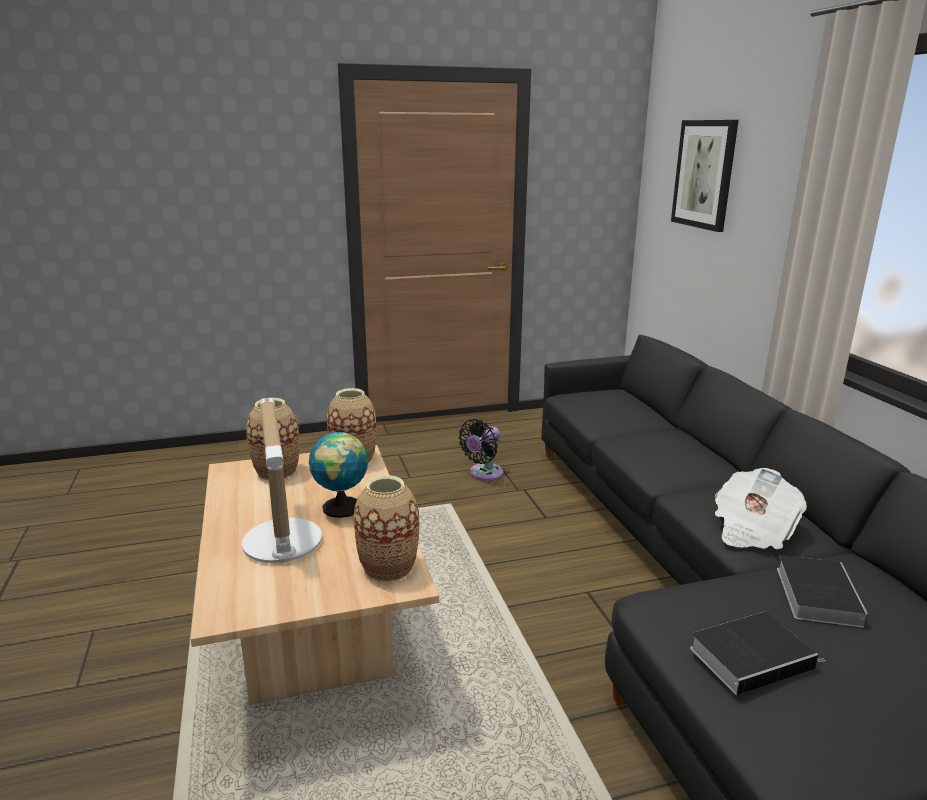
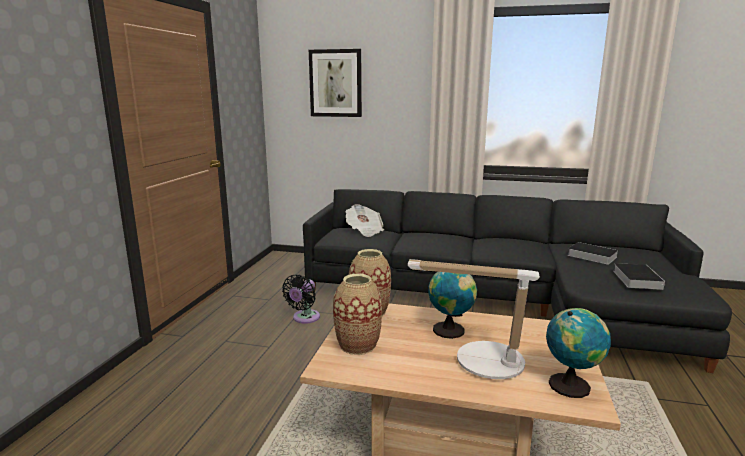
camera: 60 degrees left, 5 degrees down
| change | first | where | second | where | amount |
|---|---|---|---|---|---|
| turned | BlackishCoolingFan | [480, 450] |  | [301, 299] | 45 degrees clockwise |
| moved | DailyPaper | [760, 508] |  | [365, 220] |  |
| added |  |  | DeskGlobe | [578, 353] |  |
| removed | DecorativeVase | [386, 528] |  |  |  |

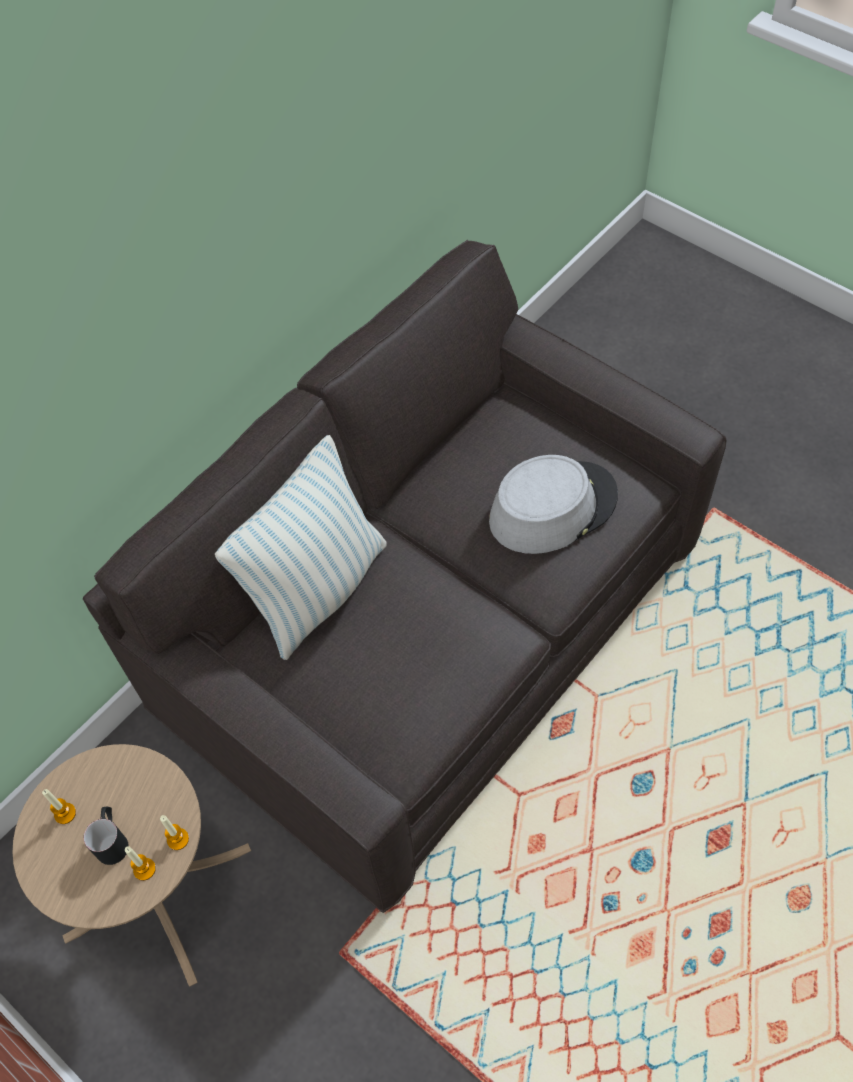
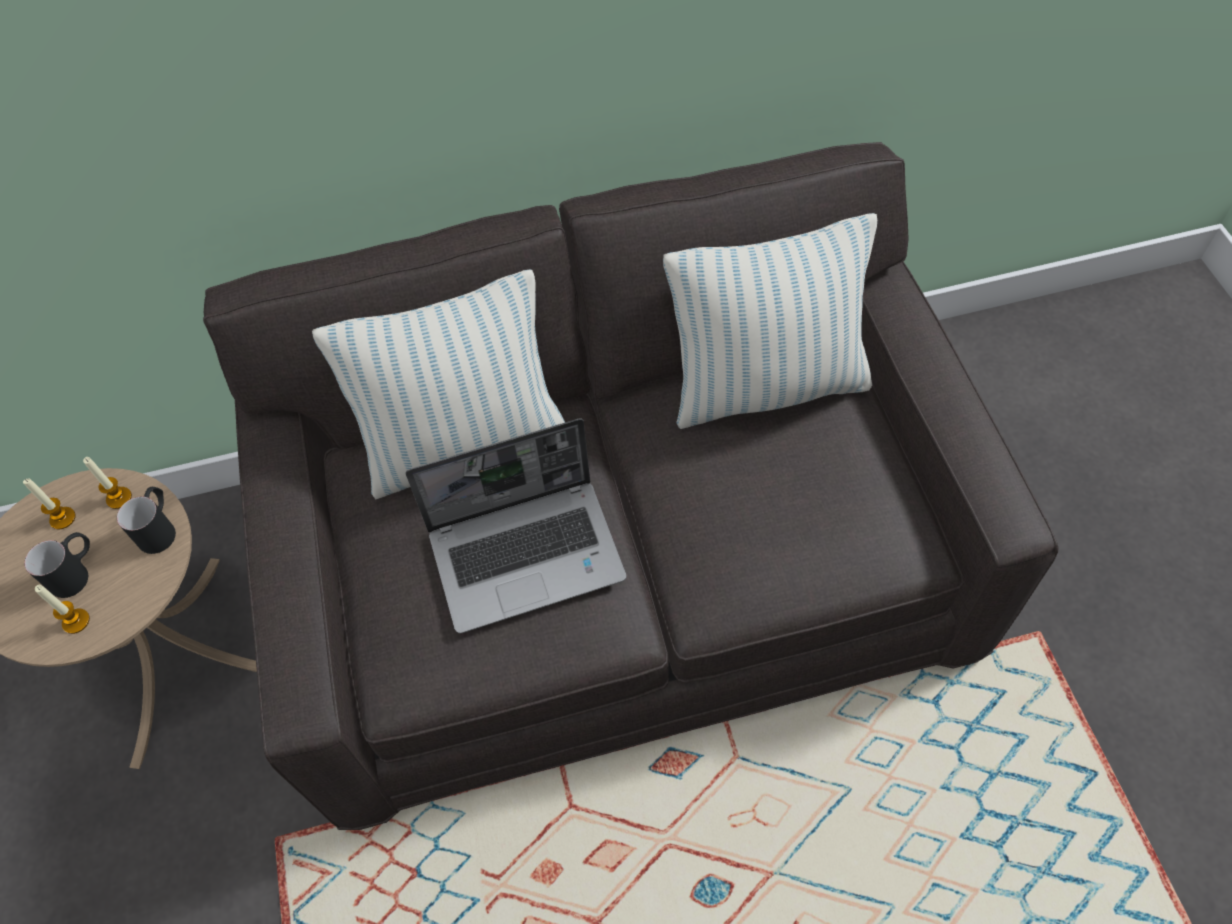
camera: 35 degrees right, 0 degrees up
| change | first | where | second | where | amount |
|---|---|---|---|---|---|
| moved | WaxCandle | [174, 832] |  | [107, 483] |  |
| added |  |  | BlackishMug | [146, 520] |  |
| added |  |  | NotebookComputer | [516, 526] |  |
| added |  |  | ThrowPillow | [770, 321] |  |
| removed | GreyishClothingHat | [553, 504] |  |  |  |

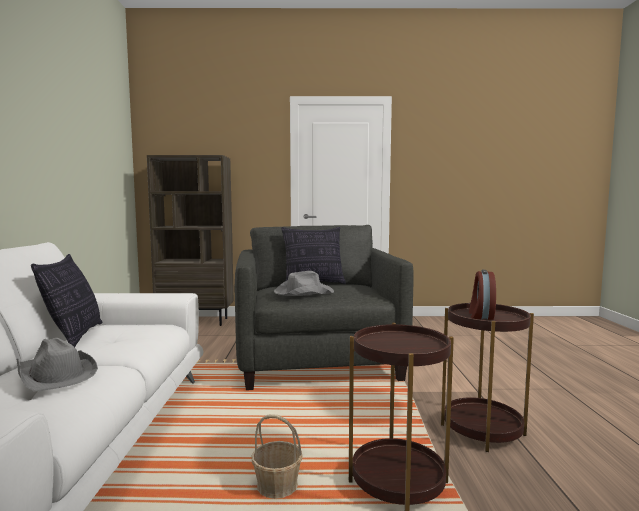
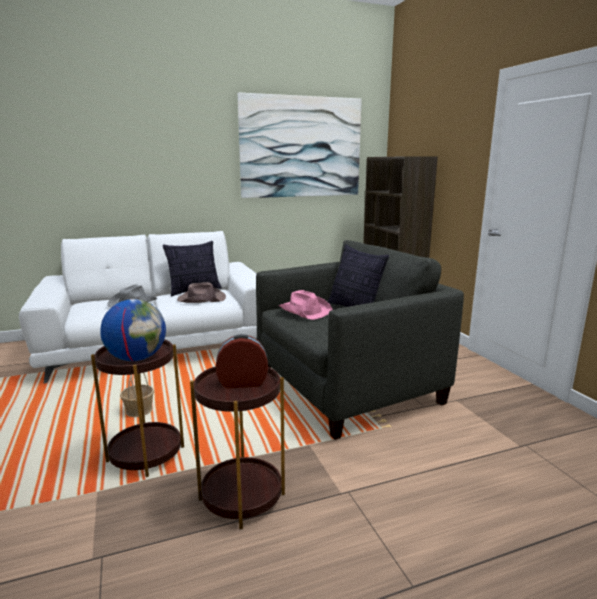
camera: 70 degrees right, 10 degrees up
| change | first | where | second | where | amount |
|---|---|---|---|---|---|
| added |  |  | DeskGlobe | [133, 330] |  |
| added |  |  | BrownClothingHat | [201, 292] |  |
| added |  |  | Picture | [300, 145] |  |
| recoloured | GreyishClothingHat | [304, 283] | PinkColouredClothingHat | [306, 305] |  |

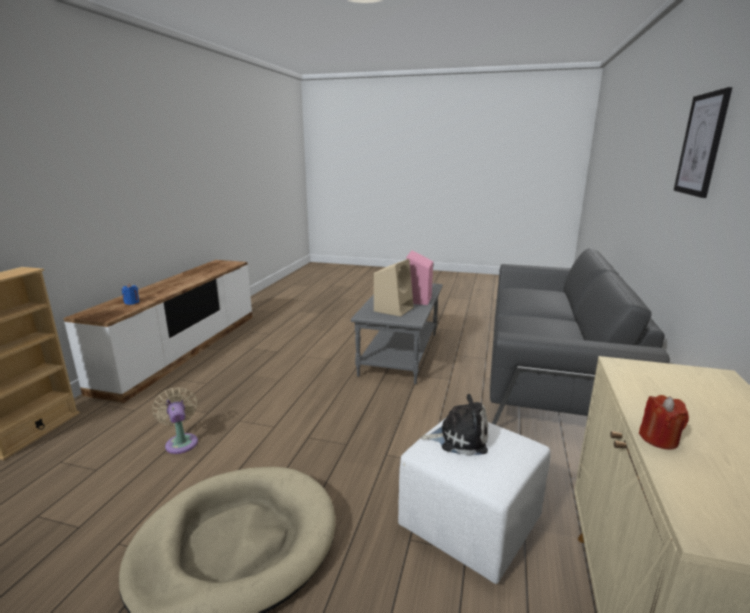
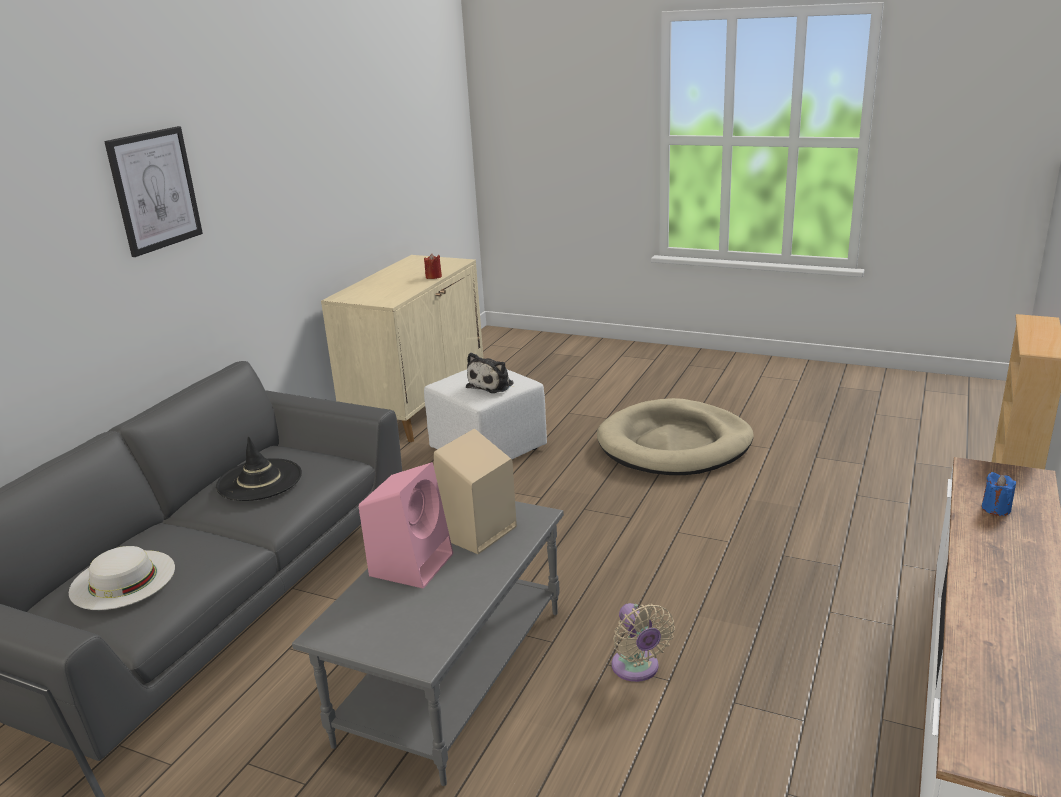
camera: 170 degrees left, 5 degrees up
| change | first | where | second | where | amount |
|---|---|---|---|---|---|
| added |  |  | WhitishClothingHat | [122, 578] |  |
| added |  |  | BlackishClothingHat | [259, 468] |  |
| turned | CuddlyToy | [454, 425] |  | [490, 373] | 75 degrees counterclockwise |
| moved | SandColouredCoolingFan | [175, 420] |  | [643, 642] |  |

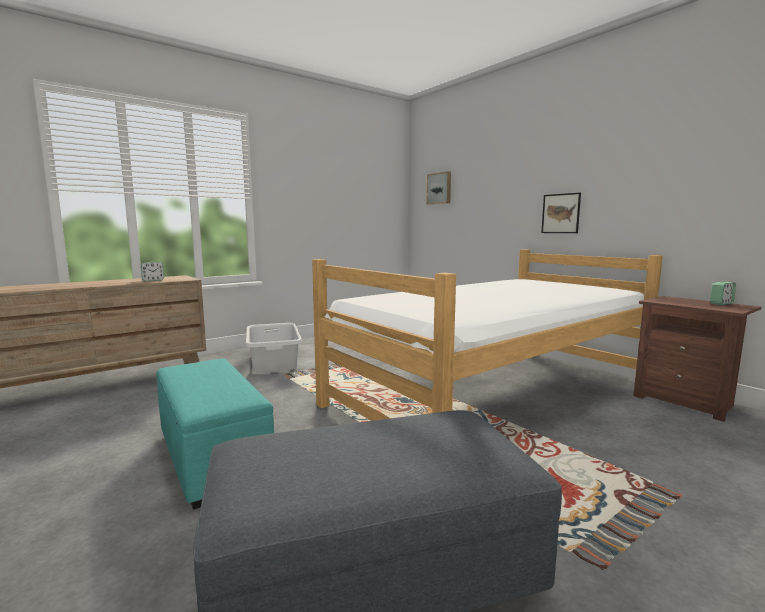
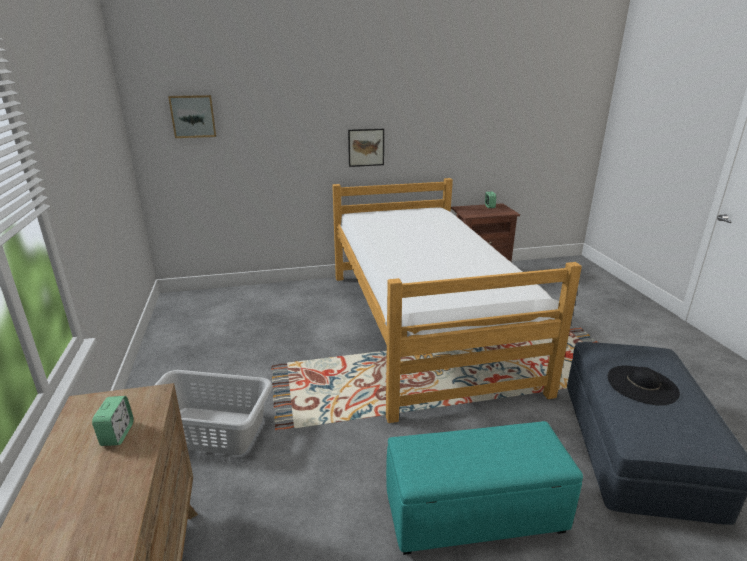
camera: 65 degrees left, 15 degrees up
| change | first | where | second | where | amount |
|---|---|---|---|---|---|
| added |  |  | BlackishClothingHat | [644, 385] |  |

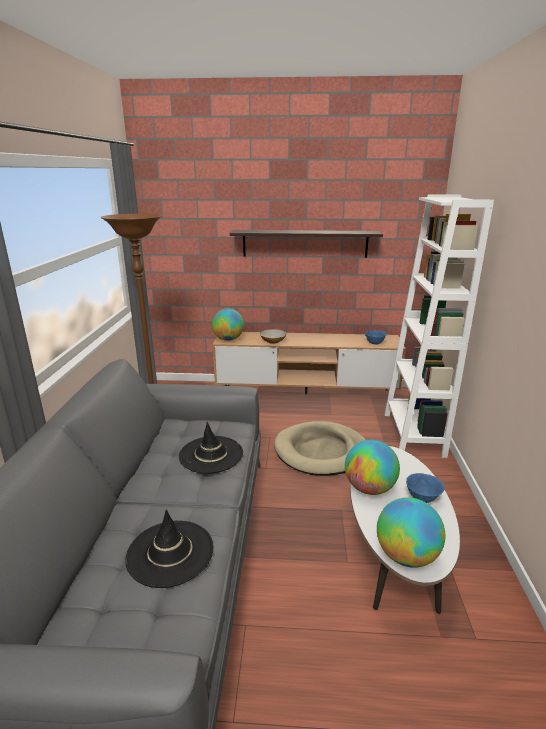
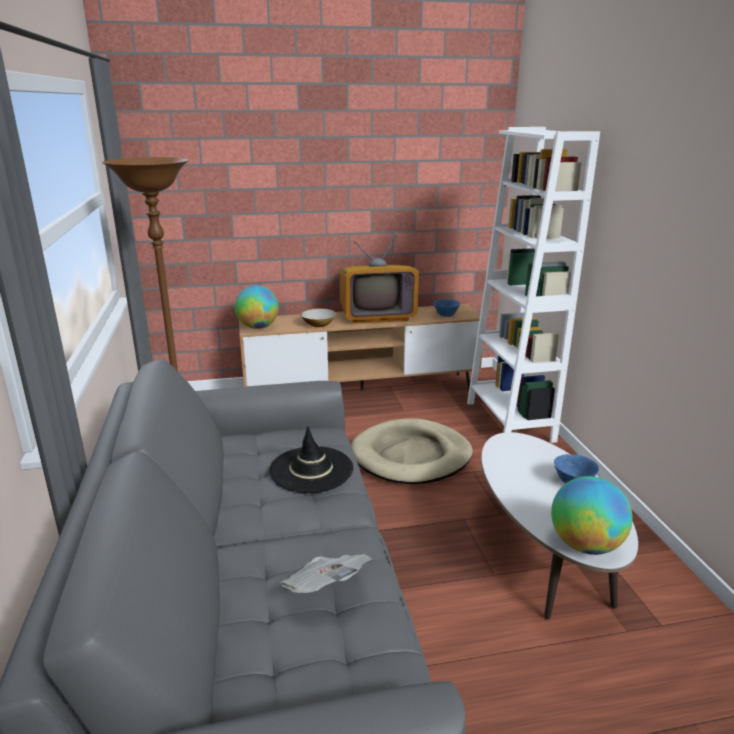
camera: 15 degrees left, 0 degrees up
| change | first | where | second | where | amount |
|---|---|---|---|---|---|
| replaced | BlackishClothingHat | [169, 548] | DailyPaper | [326, 573] |  |
| added |  |  | Tv | [379, 279] |  |
| removed | WallShelf | [306, 244] |  |  |  |
| removed | DeskGlobe | [372, 467] |  |  |  |

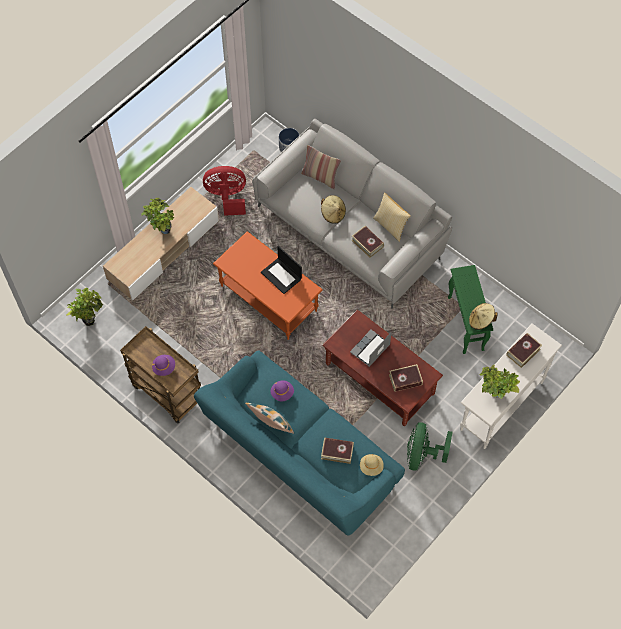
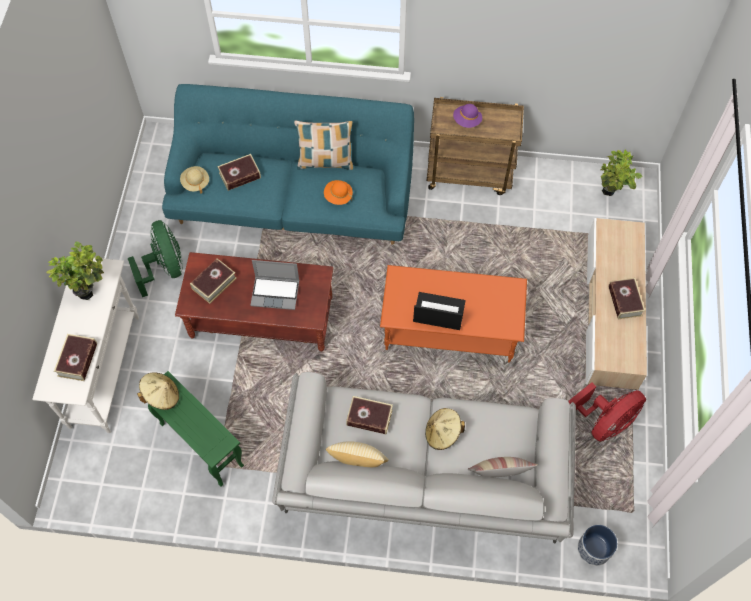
camera: 145 degrees right, 0 degrees up
| change | first | where | second | where | amount |
|---|---|---|---|---|---|
| turned | NotebookComputer | [371, 348] |  | [274, 285] | 90 degrees clockwise |
| recoloured | PurpleClothingHat | [282, 391] | OrangeClothingHat | [338, 192] |  |
| replaced | PlantInAPot | [158, 216] | BoundBook | [626, 298] |  |

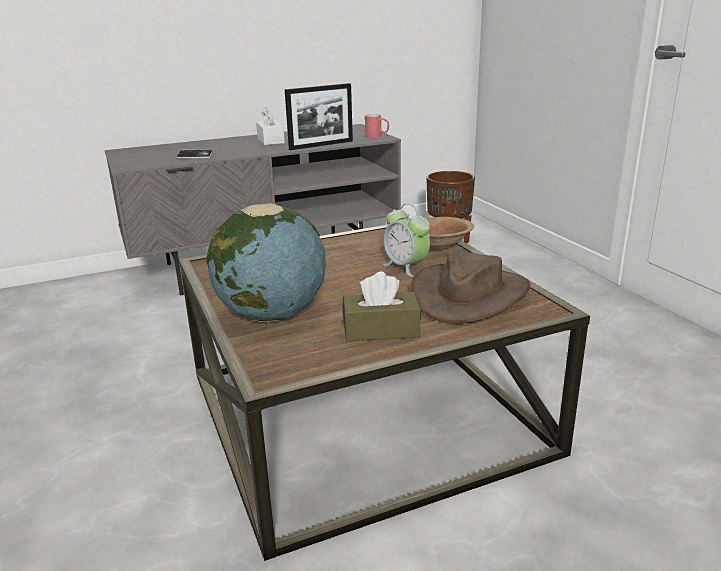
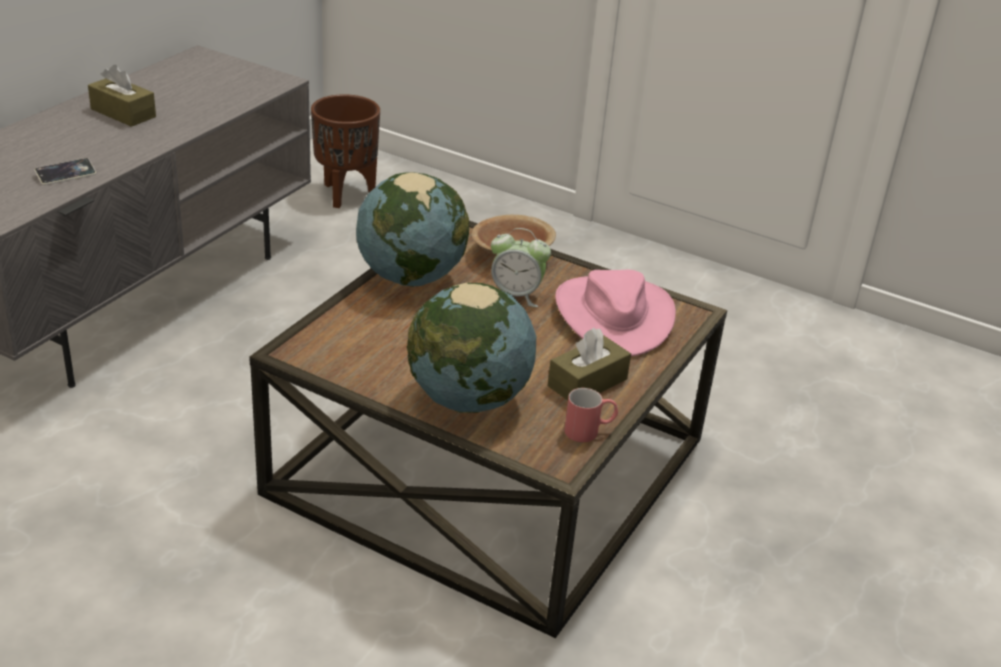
camera: 40 degrees left, 10 degrees up
| change | first | where | second | where | amount |
|---|---|---|---|---|---|
| recoloured | WhitishTissueHolder | [270, 126] | BrownTissueHolder | [122, 96] |  |
| added |  |  | DeskGlobe | [412, 229] |  |
| recoloured | BrownClothingHat | [470, 286] | PinkColouredClothingHat | [615, 313] |  |
| moved | RedColouredMug | [377, 126] |  | [591, 415] |  |
| removed | StandingFrame | [319, 116] |  |  |  |

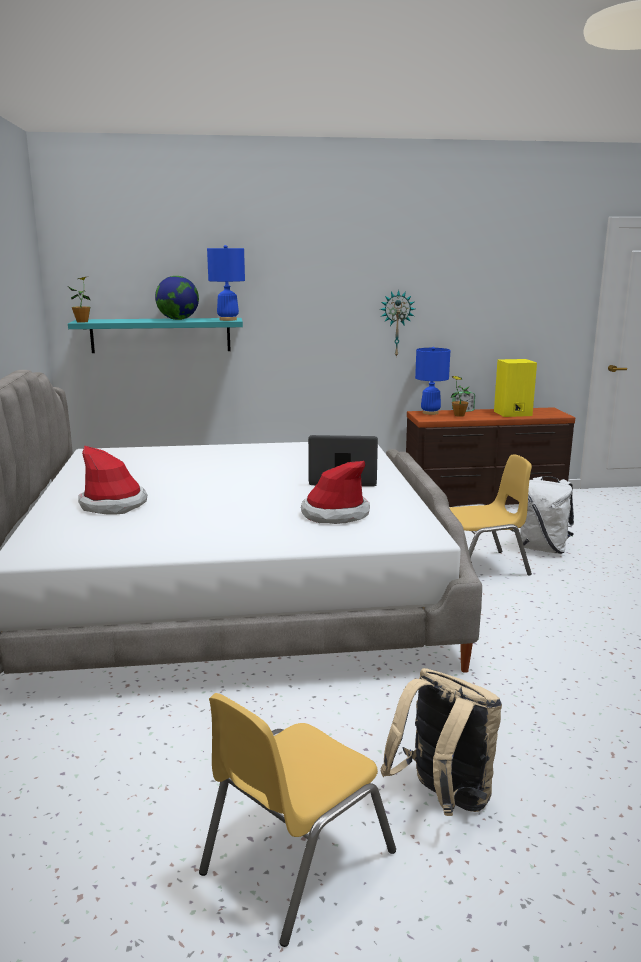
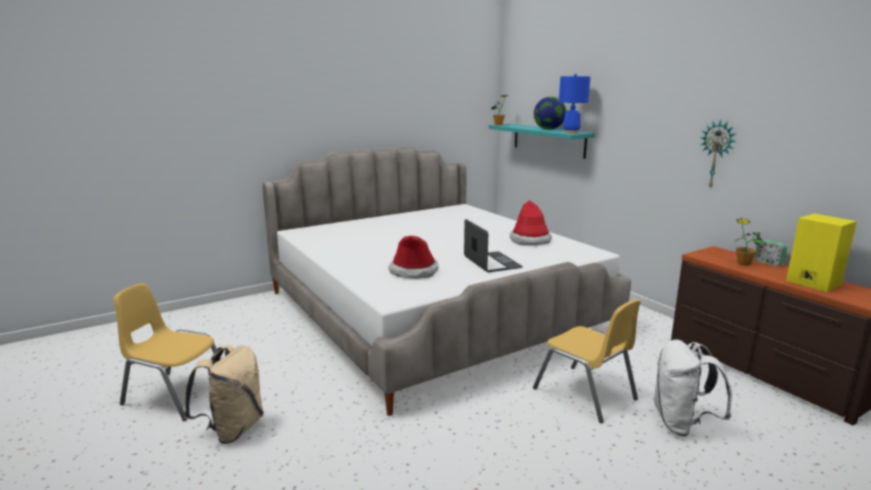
camera: 65 degrees right, 0 degrees up
| change | first | where | second | where | amount |
|---|---|---|---|---|---|
| moved | ClothingHat | [112, 480] |  | [531, 223] |  |
| removed | BlueTabletopLamp | [432, 381] |  |  |  |

